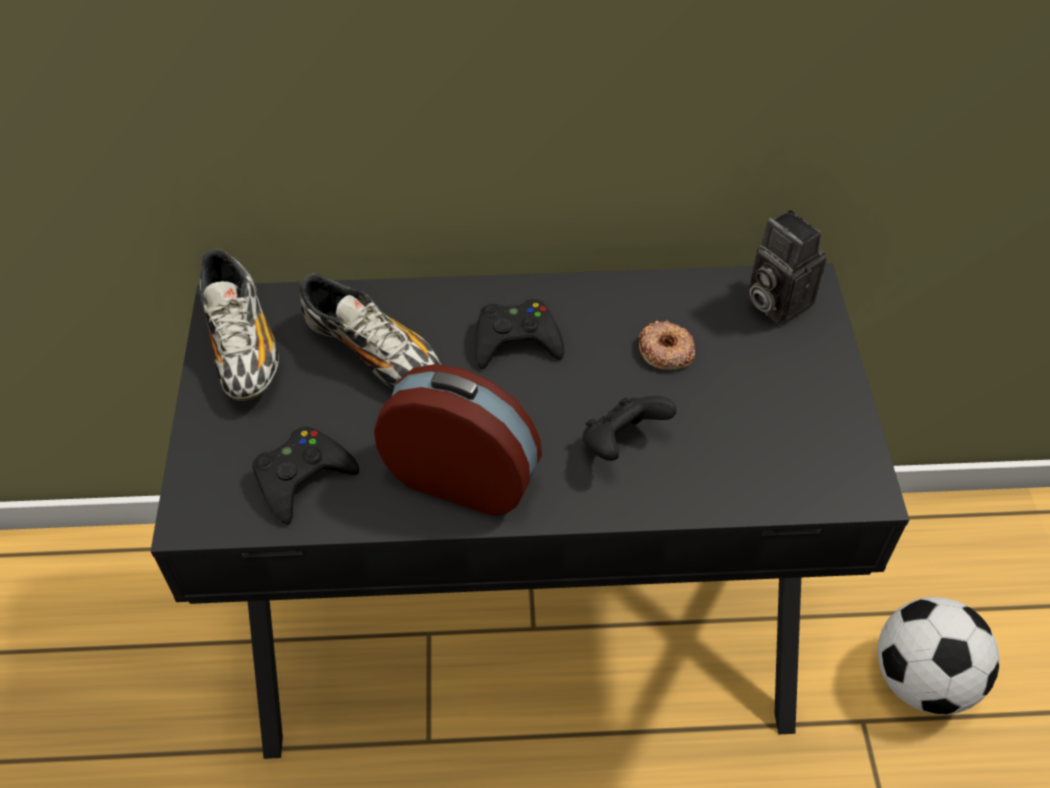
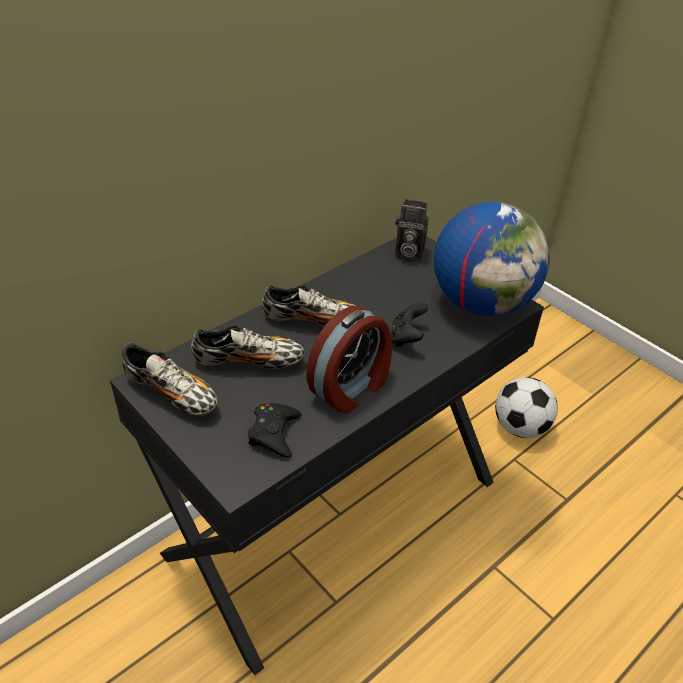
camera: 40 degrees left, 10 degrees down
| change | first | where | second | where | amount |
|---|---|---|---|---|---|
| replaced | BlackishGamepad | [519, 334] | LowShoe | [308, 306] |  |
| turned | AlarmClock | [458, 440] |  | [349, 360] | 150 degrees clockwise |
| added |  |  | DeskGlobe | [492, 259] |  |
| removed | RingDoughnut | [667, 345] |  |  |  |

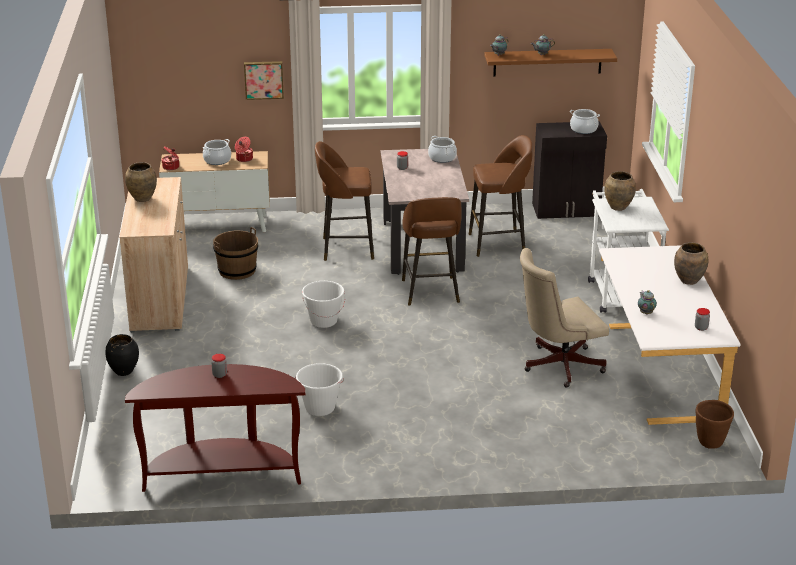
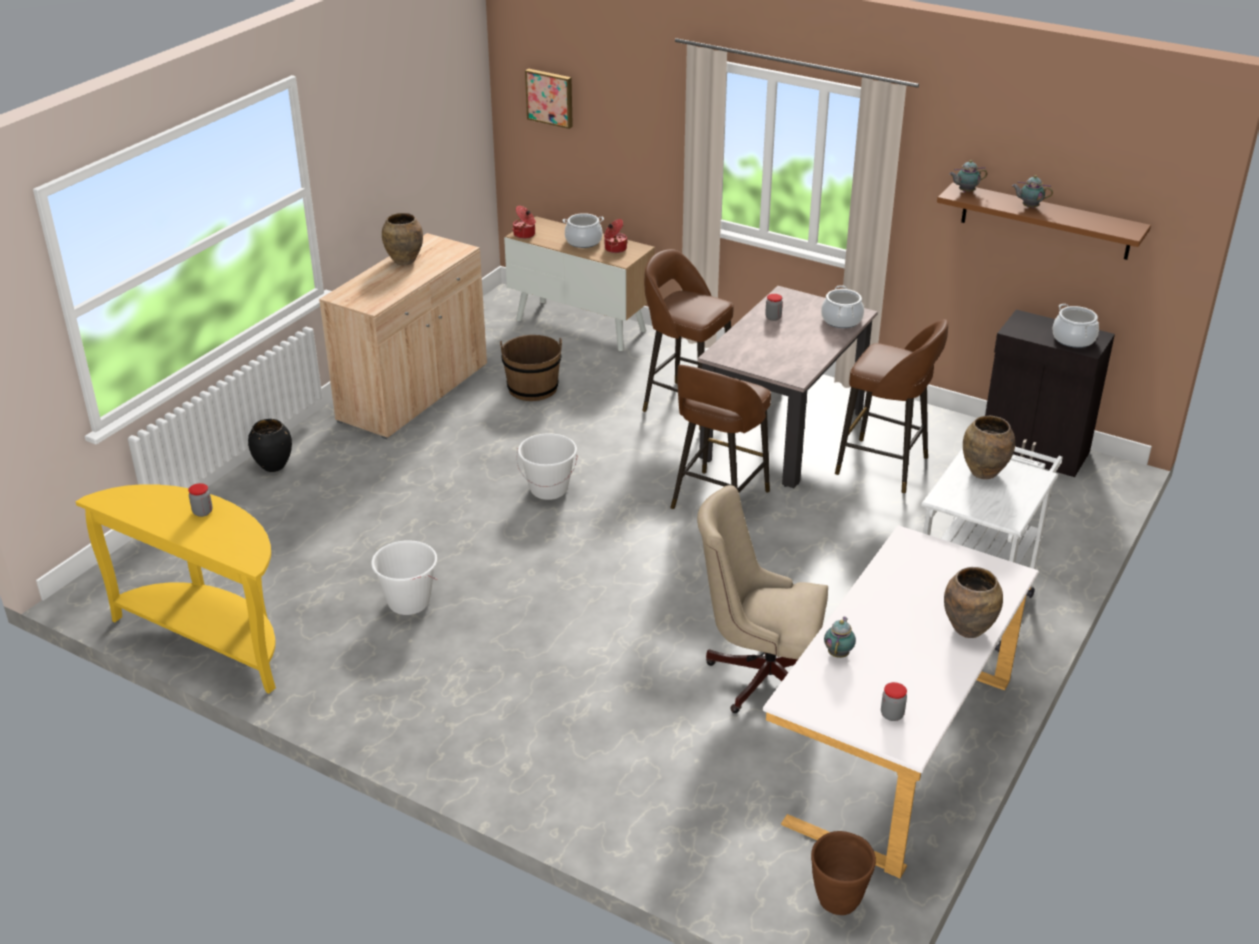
camera: 35 degrees right, 5 degrees up
| change | first | where | second | where | amount |
|---|---|---|---|---|---|
| recoloured | BrownConsoleTable | [215, 428] | YellowConsoleTable | [176, 589] |  |
| moved | Picture | [264, 80] |  | [549, 99] |  |

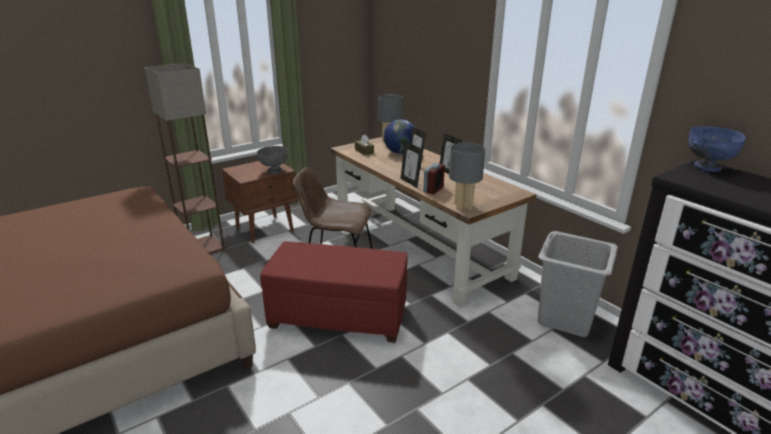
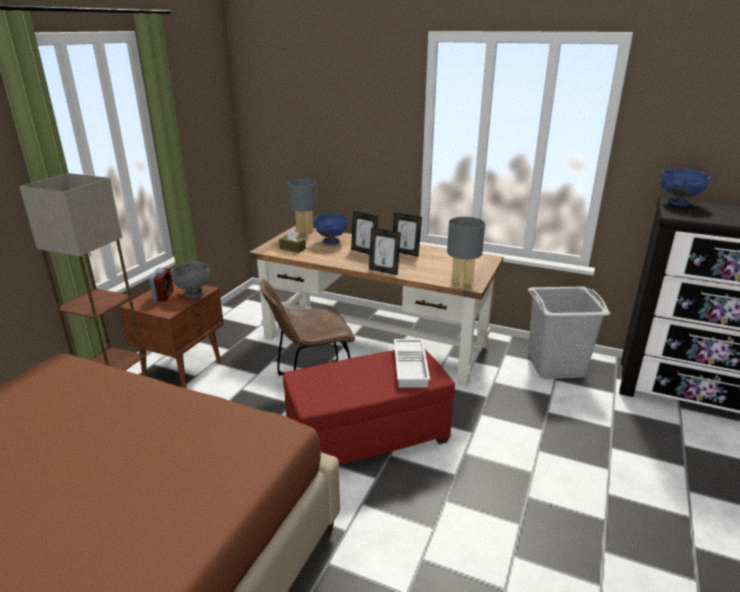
camera: 30 degrees left, 0 degrees up
| change | first | where | second | where | amount |
|---|---|---|---|---|---|
| moved | AlarmClock | [434, 179] |  | [161, 284] |  |
| replaced | DeskGlobe | [399, 136] | BlueBowl | [330, 229] |  |
| added |  |  | WhitishTray | [412, 363] |  |

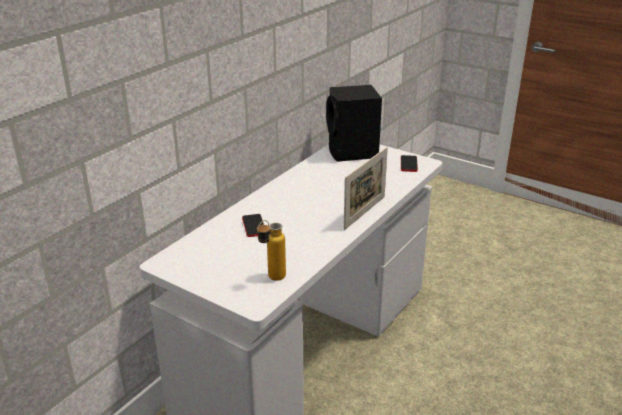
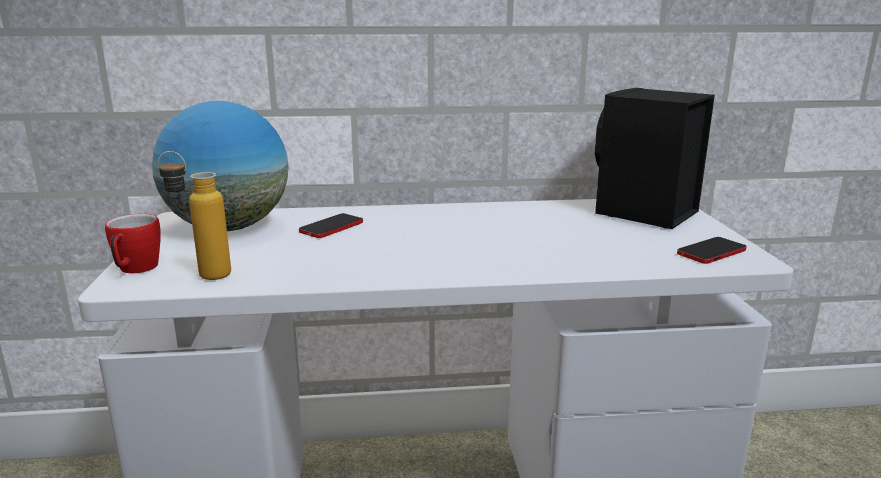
camera: 50 degrees right, 10 degrees down
| change | first | where | second | where | amount |
|---|---|---|---|---|---|
| added |  |  | Mug | [133, 243] |  |
| added |  |  | DeskGlobe | [220, 166] |  |
| removed | StandingFrame | [365, 188] |  |  |  |

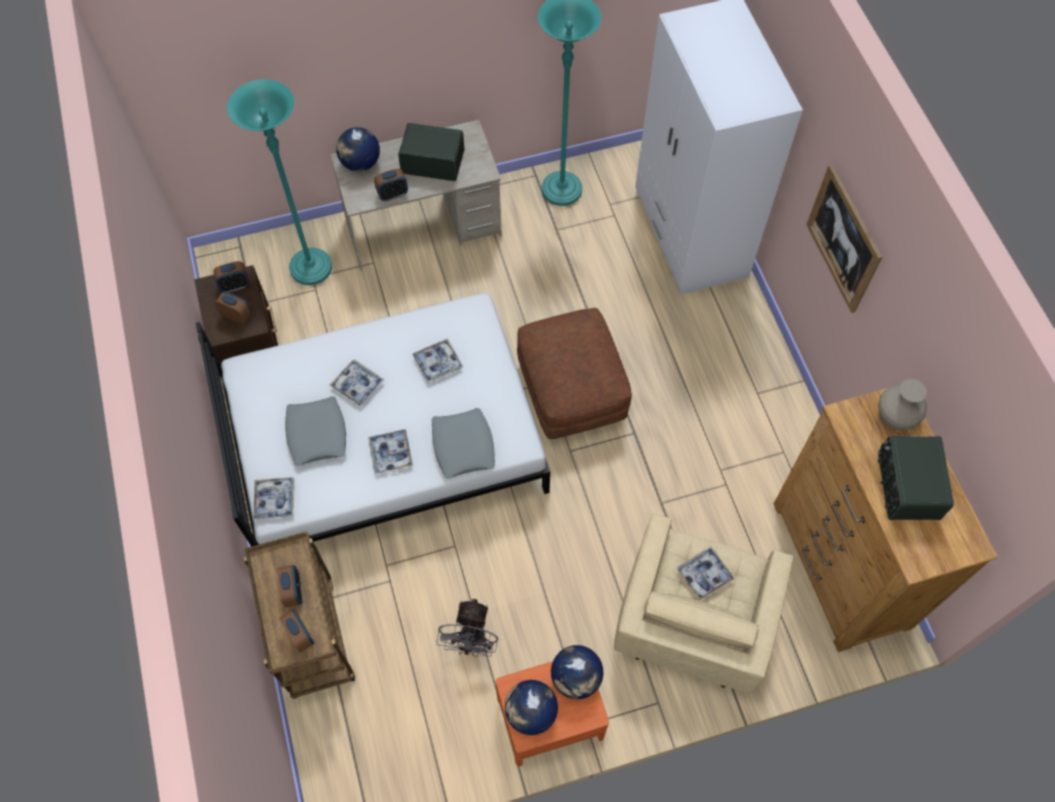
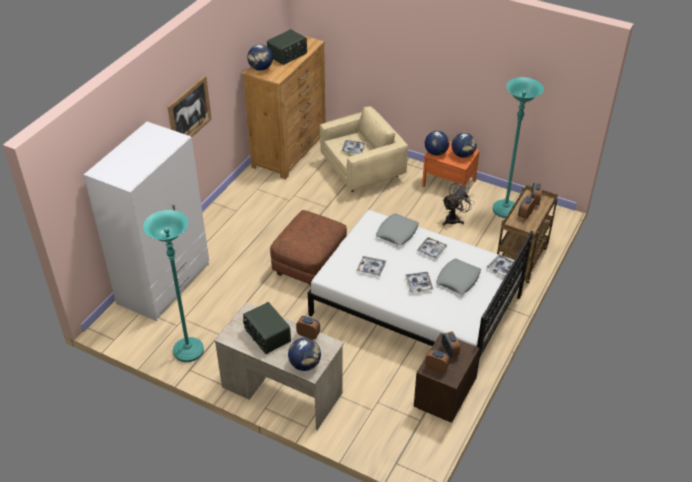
camera: 135 degrees left, 20 degrees down
| change | first | where | second | where | amount |
|---|---|---|---|---|---|
| replaced | SandColouredDecorativeVase | [902, 404] | DeskGlobe | [260, 58] |  |
| moved | BlueGreenStandardLamp | [279, 182] |  | [518, 147] |  |

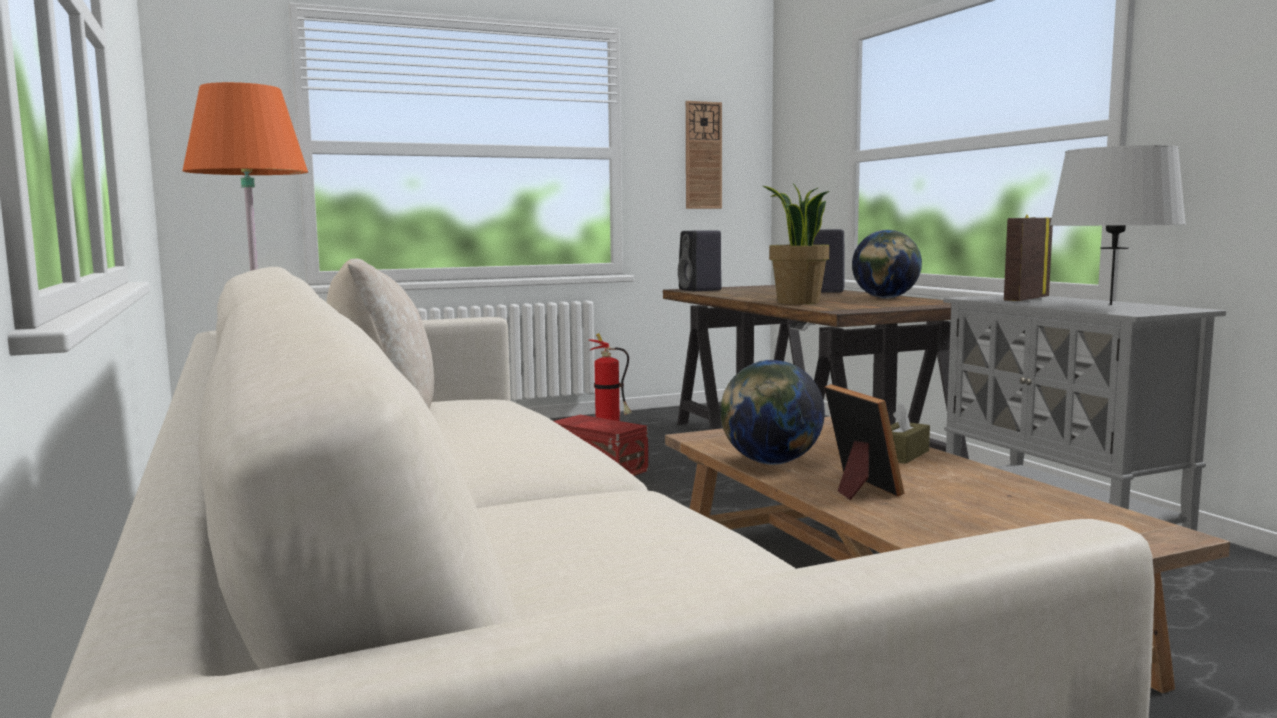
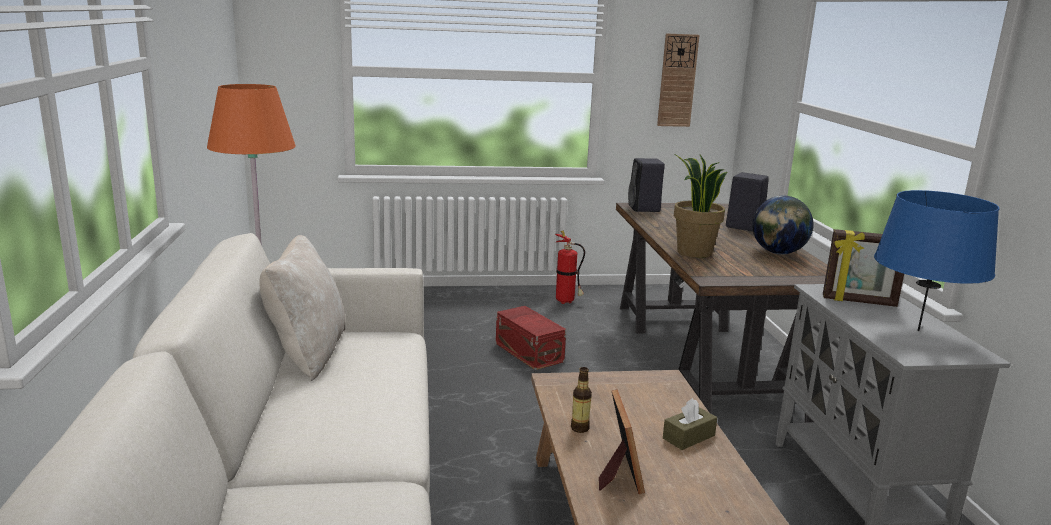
camera: 15 degrees right, 10 degrees up
| change | first | where | second | where | amount |
|---|---|---|---|---|---|
| replaced | DeskGlobe | [772, 412] | DrinkBottle | [581, 400] |  |
| turned | StandingFrame | [1028, 258] |  | [863, 268] | 135 degrees counterclockwise |
| recoloured | GreyishTabletopLamp | [1117, 225] | BlueTabletopLamp | [936, 260] |  |

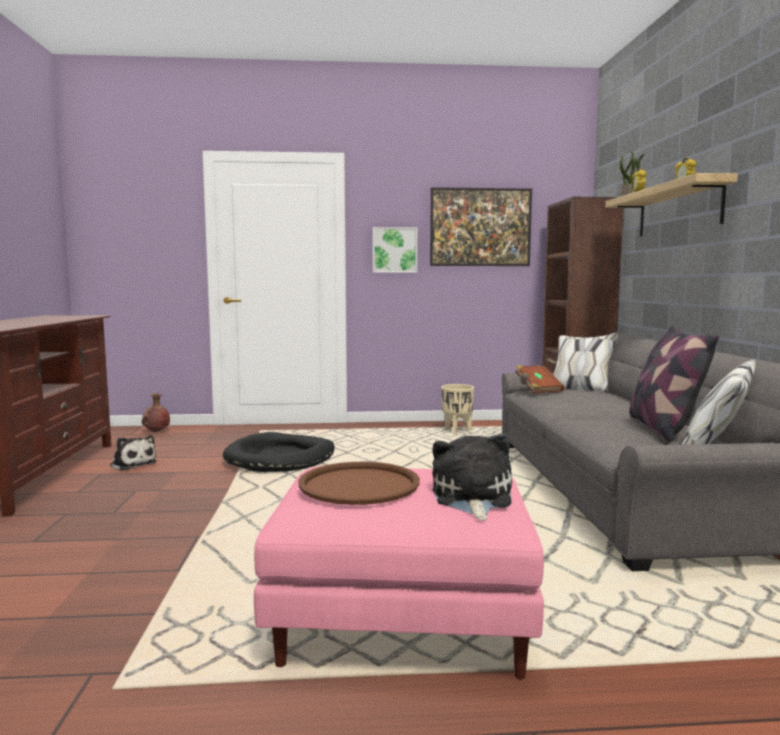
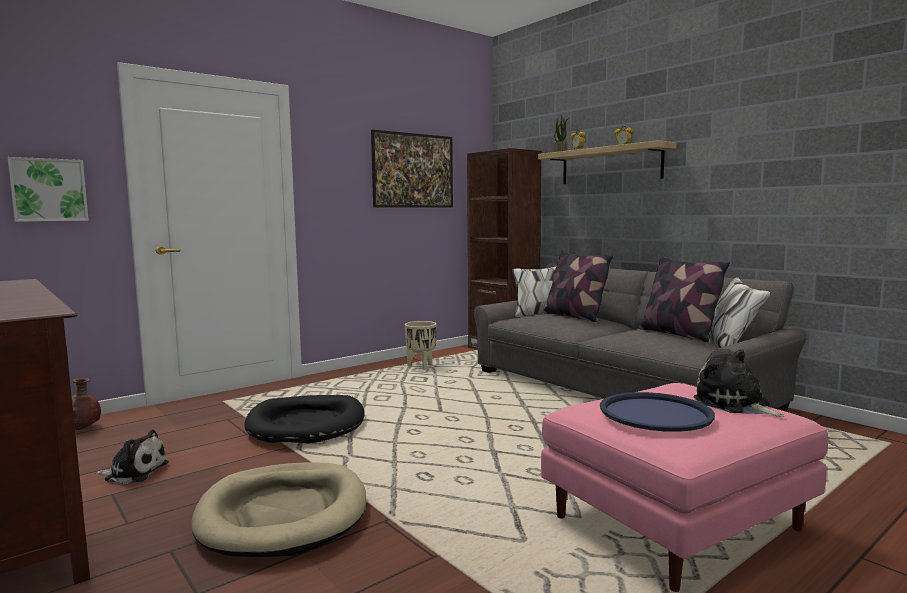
camera: 35 degrees left, 0 degrees up
| change | first | where | second | where | amount |
|---|---|---|---|---|---|
| moved | Picture | [395, 250] |  | [48, 189] |  |
| added |  |  | SandColouredPetBed | [278, 509] |  |
| added |  |  | ThrowPillow | [578, 286] |  |
| recoloured | BrownTray | [359, 483] | BlueTray | [657, 412] |  |
| removed | BrownBoundBook | [539, 379] |  |  |  |

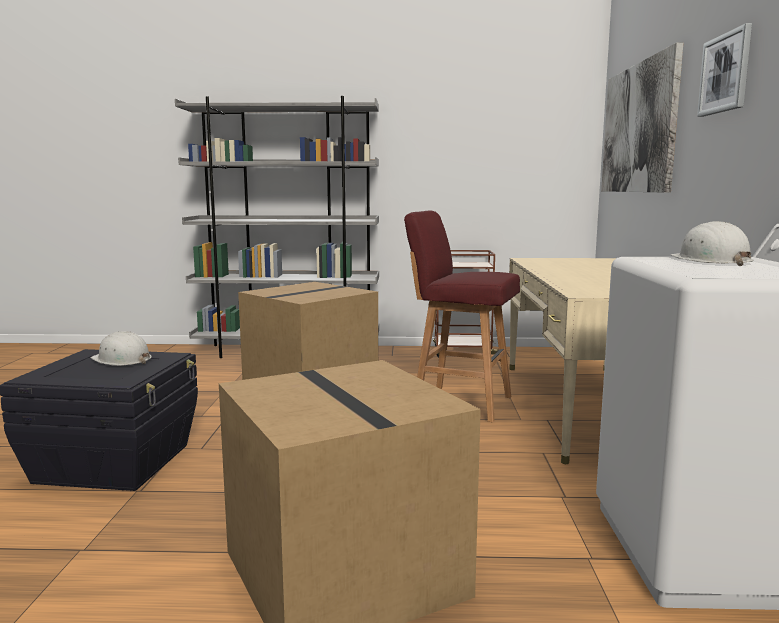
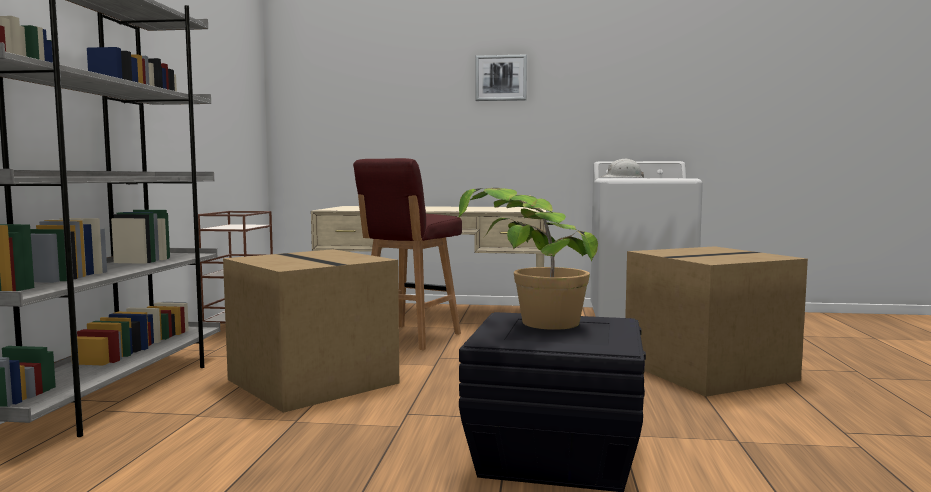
camera: 85 degrees left, 5 degrees down
| change | first | where | second | where | amount |
|---|---|---|---|---|---|
| replaced | WhitishSafetyHelmet | [121, 348] | PlantInAPot | [528, 259] |  |
| removed | Picture | [642, 117] |  |  |  |

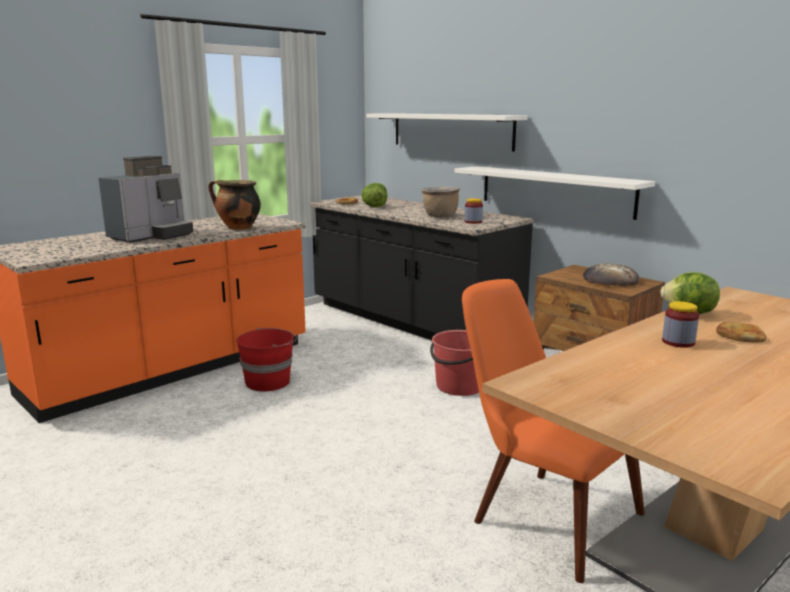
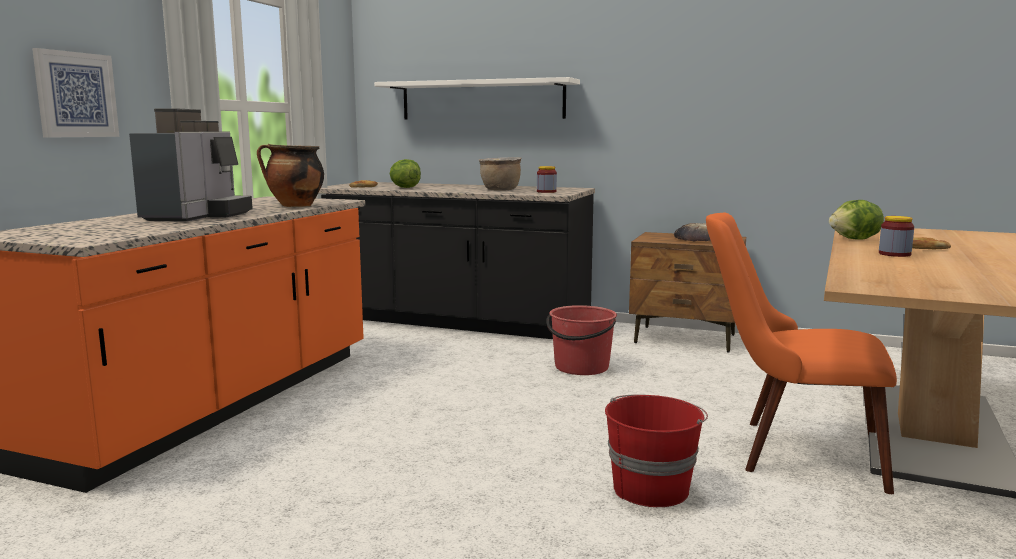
camera: 25 degrees left, 5 degrees down
| change | first | where | second | where | amount |
|---|---|---|---|---|---|
| added |  |  | Picture | [76, 93] |  |
| moved | RedColouredWaterBucket | [266, 359] |  | [656, 450] |  |
| removed | WhitishWallShelf | [554, 193] |  |  |  |

